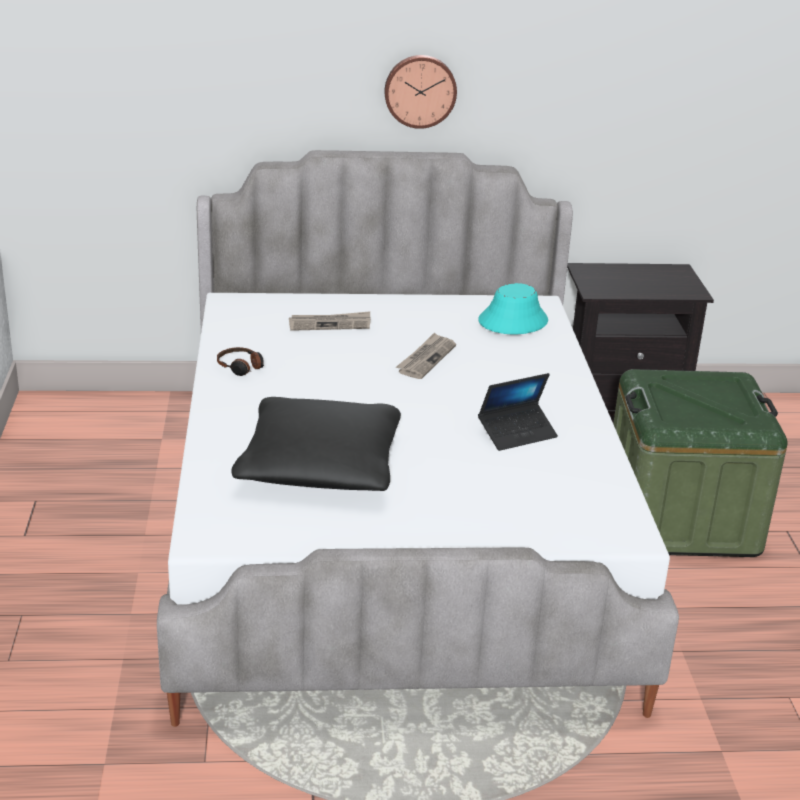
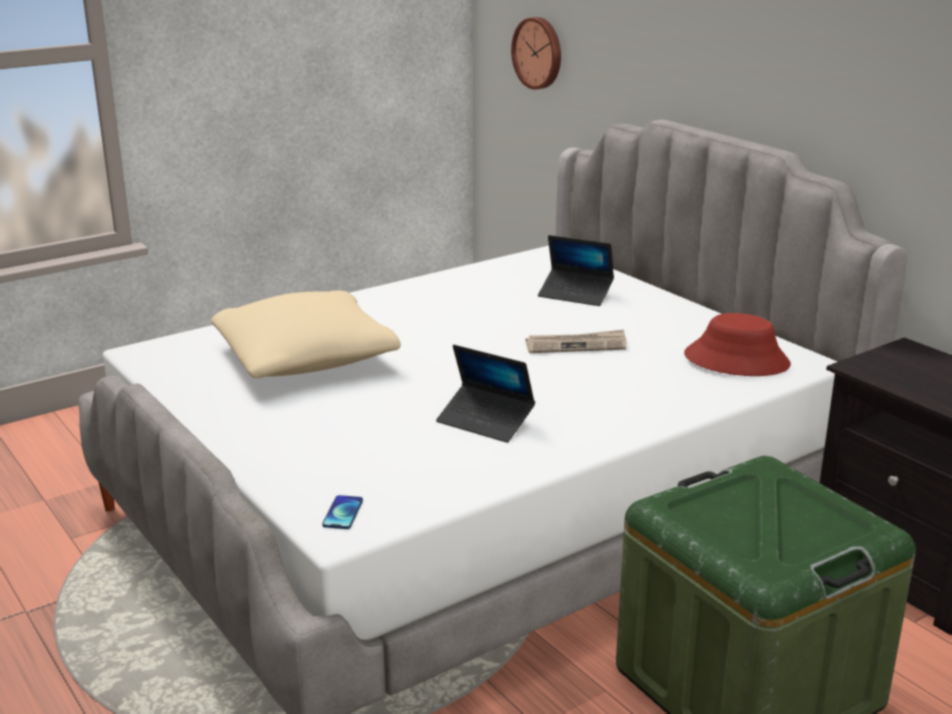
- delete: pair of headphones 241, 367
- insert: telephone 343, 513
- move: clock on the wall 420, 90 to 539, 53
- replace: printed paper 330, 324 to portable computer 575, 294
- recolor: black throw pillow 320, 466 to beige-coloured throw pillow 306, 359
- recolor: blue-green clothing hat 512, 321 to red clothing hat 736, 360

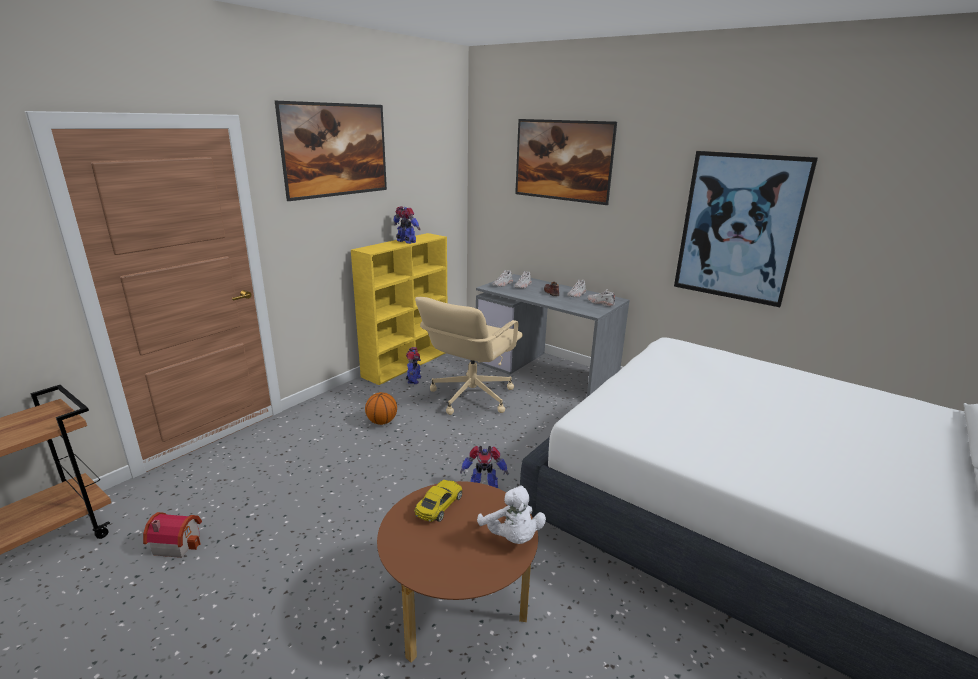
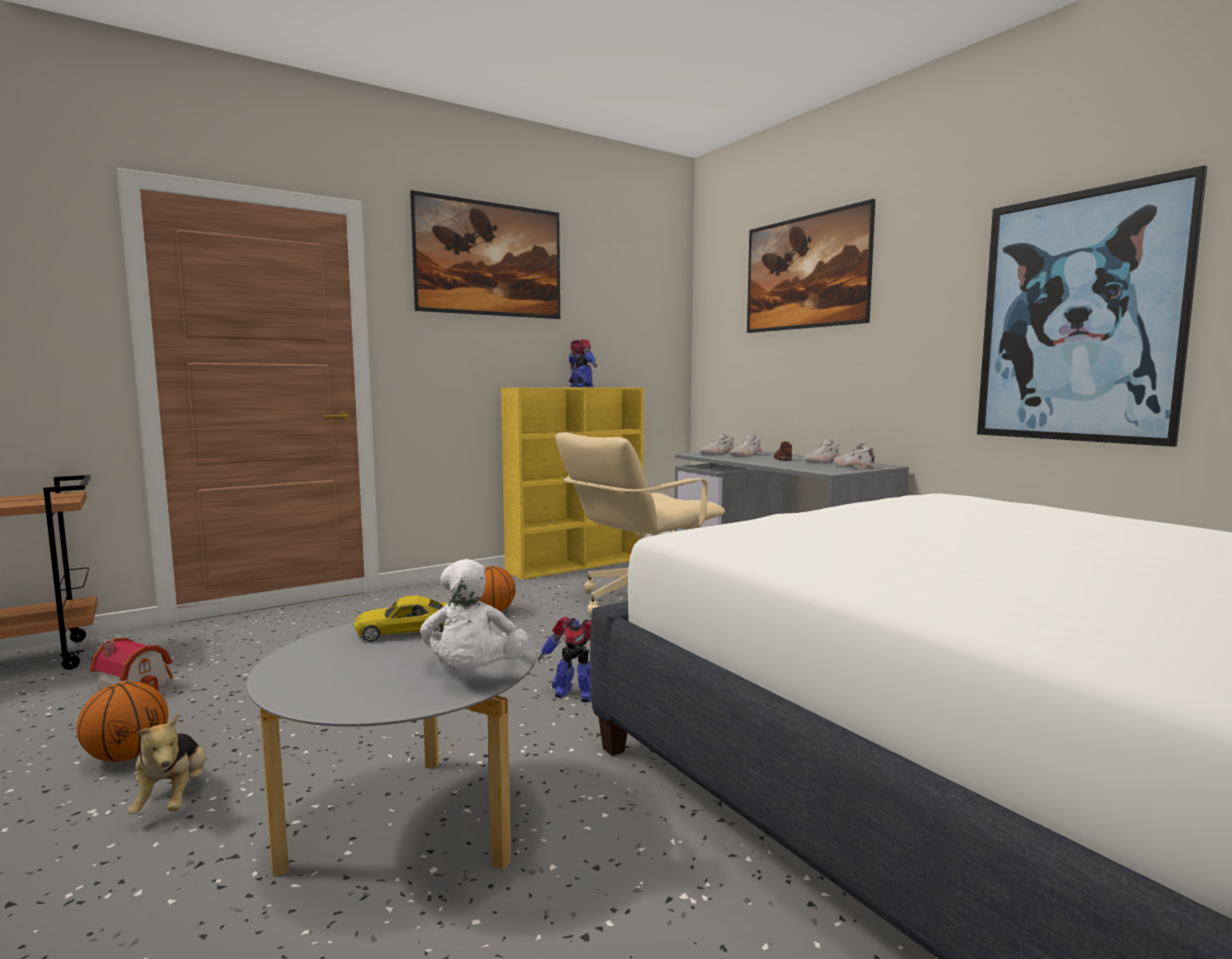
- delete: toy robot 413, 380
- insert: ball for basketball 127, 756
- insert: soft toy 173, 799
- recolor: brownish low table 458, 609 to greyish low table 407, 827
- rotate: yellow toy car 439, 505 = 406, 631 150 degrees counterclockwise

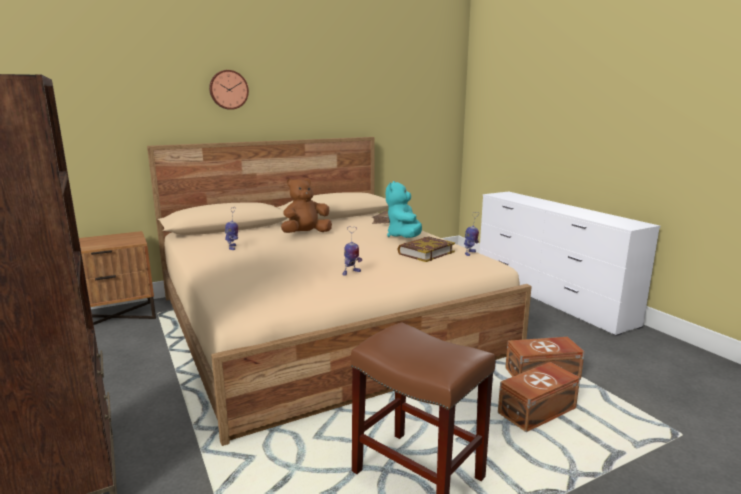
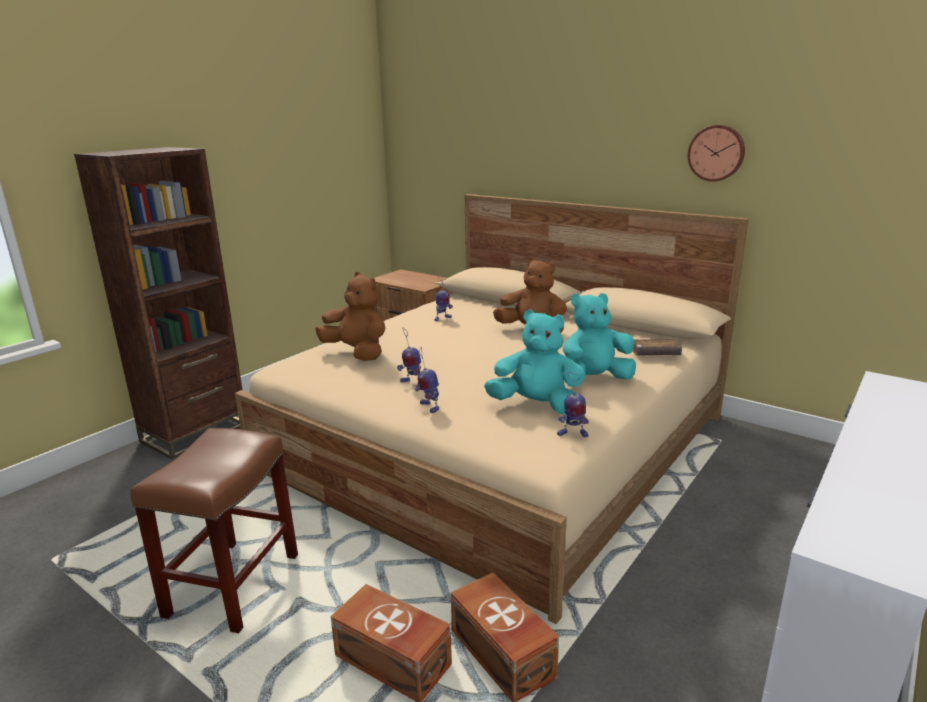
- insert: brownish soft toy 357, 353
- insert: toy robot 428, 407
- move: clock on the wall 228, 89 to 716, 153
- replace: bound book 425, 253 to blue-green soft toy 537, 405

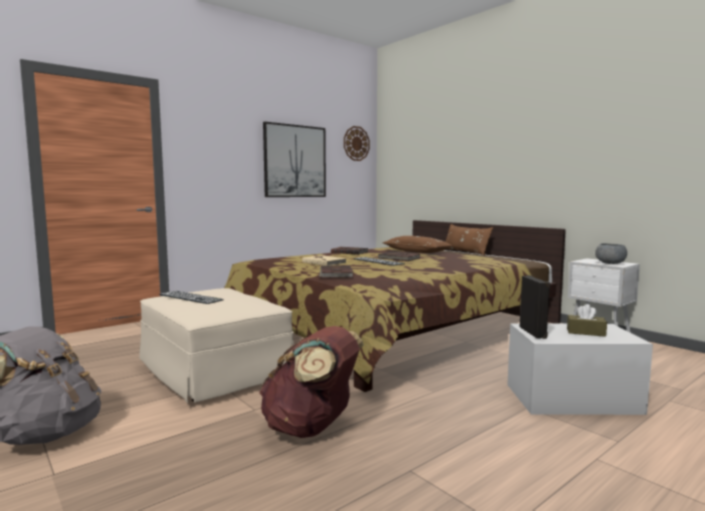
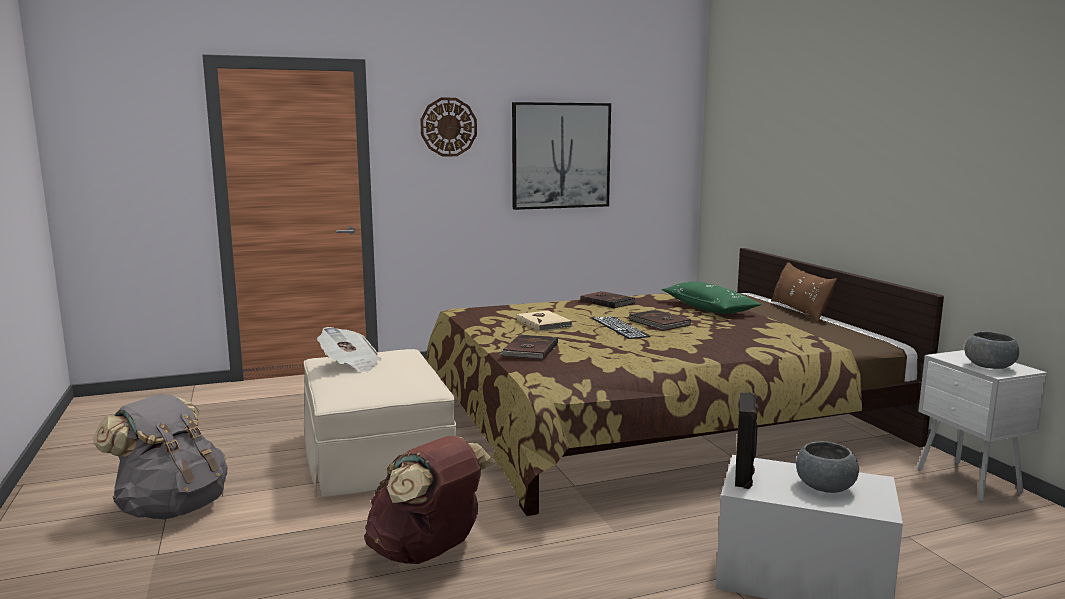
- move: clock on the wall 356, 143 to 448, 127
- replace: computer keyboard 190, 297 to printed paper 350, 365
- replace: brownish tissue holder 586, 332 to greyish deep dish 824, 487
- recolor: brownish throw pillow 416, 251 to green-coloured throw pillow 709, 308

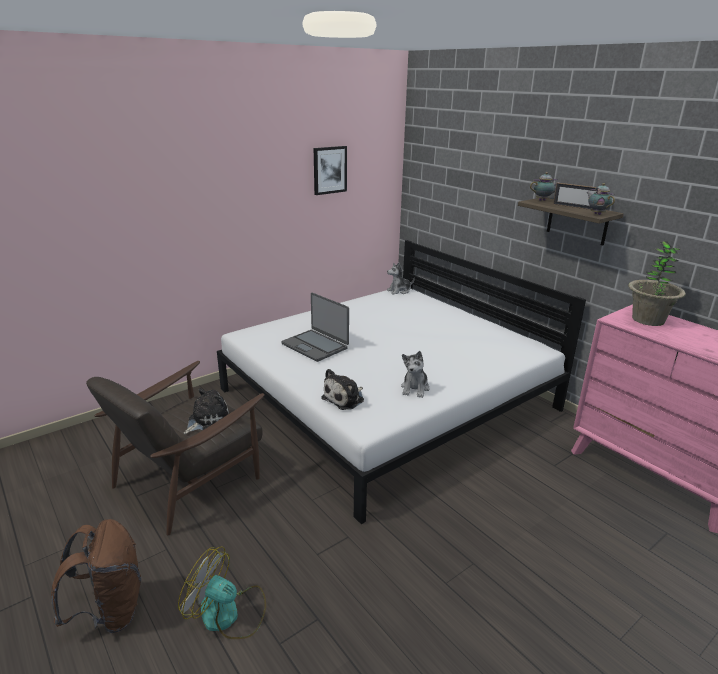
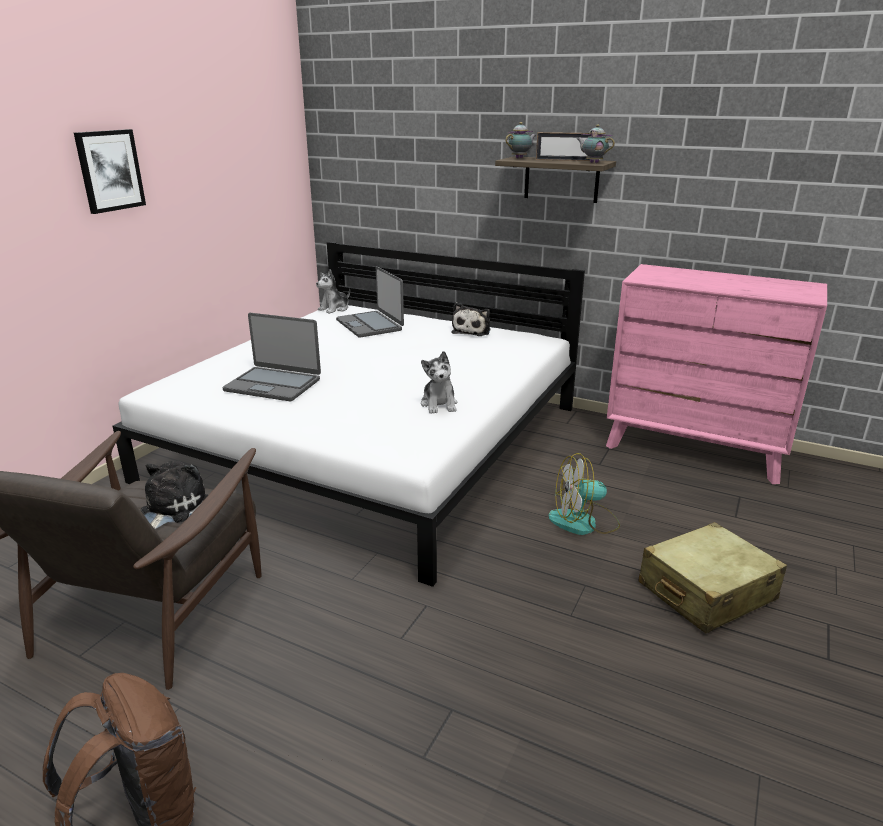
- delete: plant in a pot 648, 320
- insert: portable computer 370, 325
- insert: beige-coloured piece of luggage 706, 592
- move: cooling fan 228, 614 to 584, 522
- move: wall art 329, 170 to 110, 170
- move: soft toy 345, 399 to 472, 331

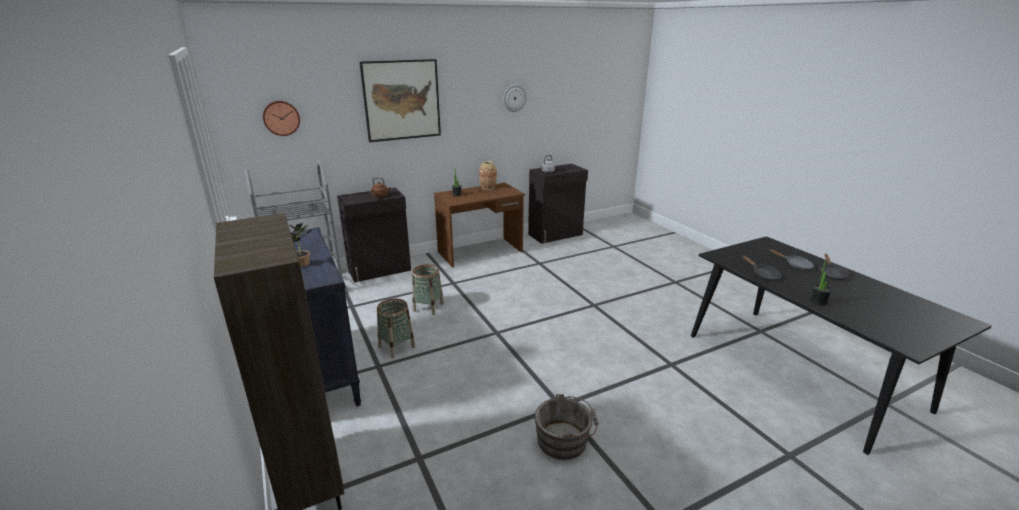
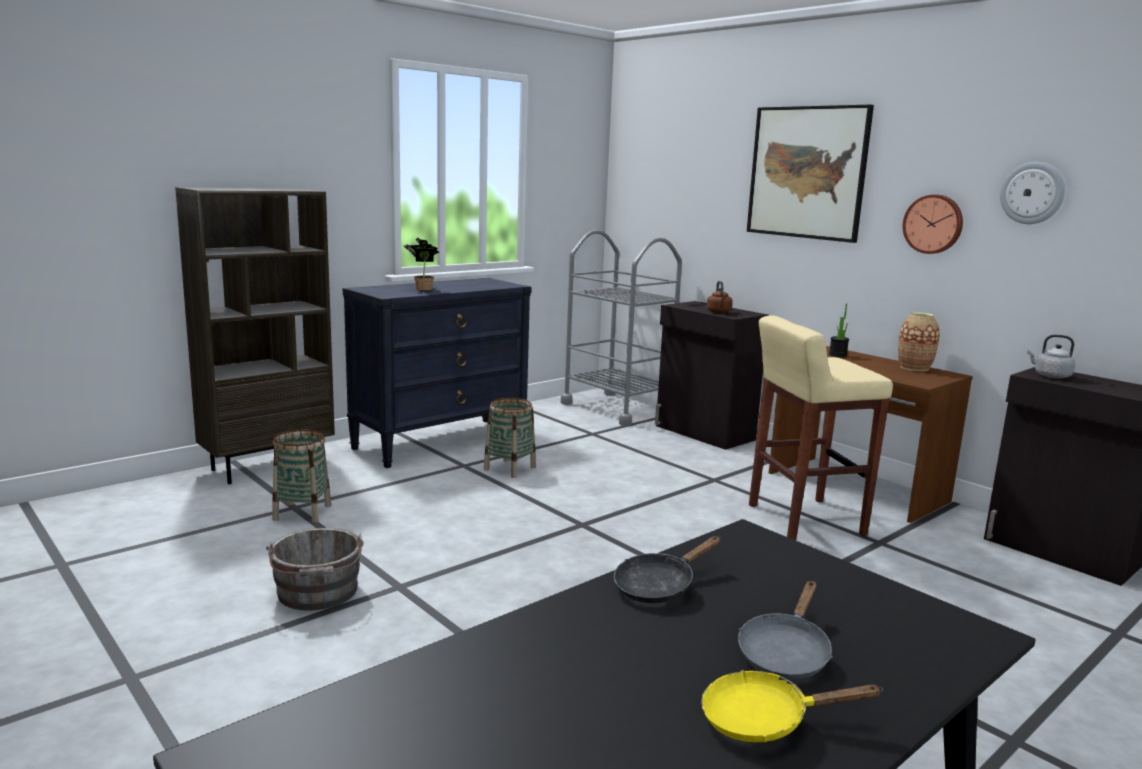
- delete: plant in a pot 818, 302
- insert: beige-coloured stool seat 803, 520
- move: clock on the wall 281, 118 to 933, 224
- move: household basket 428, 307 to 302, 512
- recolor: black skillet 831, 274 to yellow skillet 764, 720

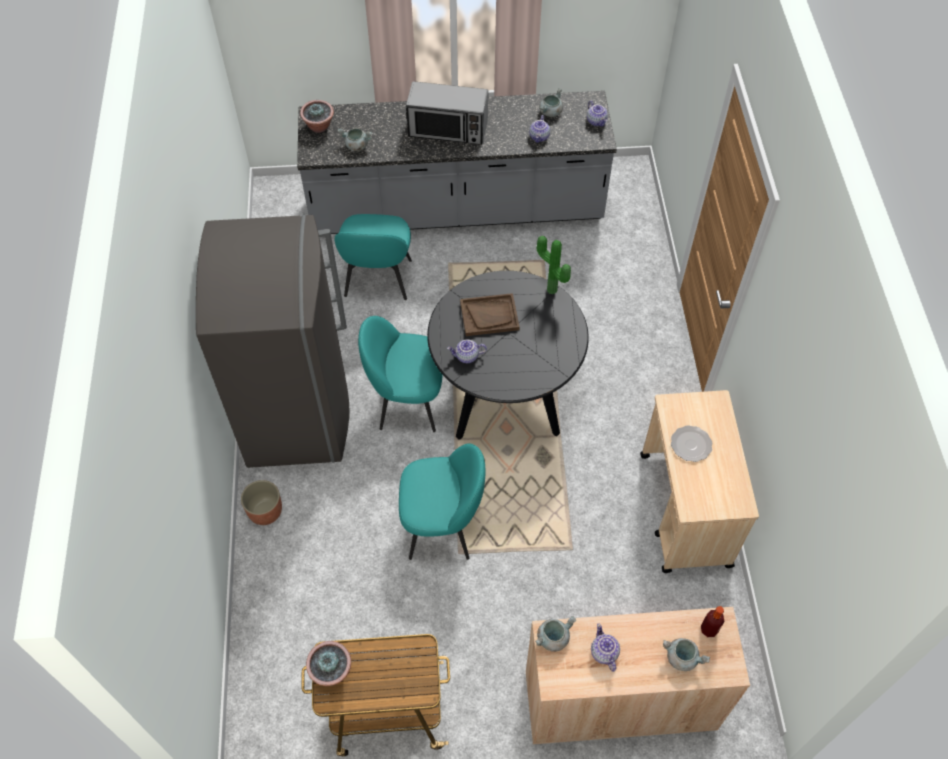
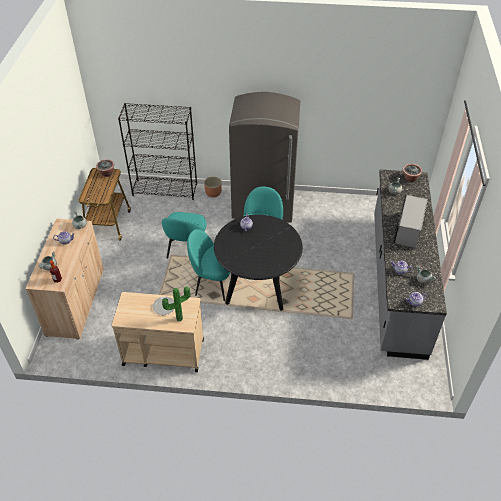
- delete: brownish tray 489, 316
- insert: black bookshelf 165, 190
- move: blue-green plain chair 377, 280 to 213, 284
- move: plant in a pot 550, 291 to 179, 317

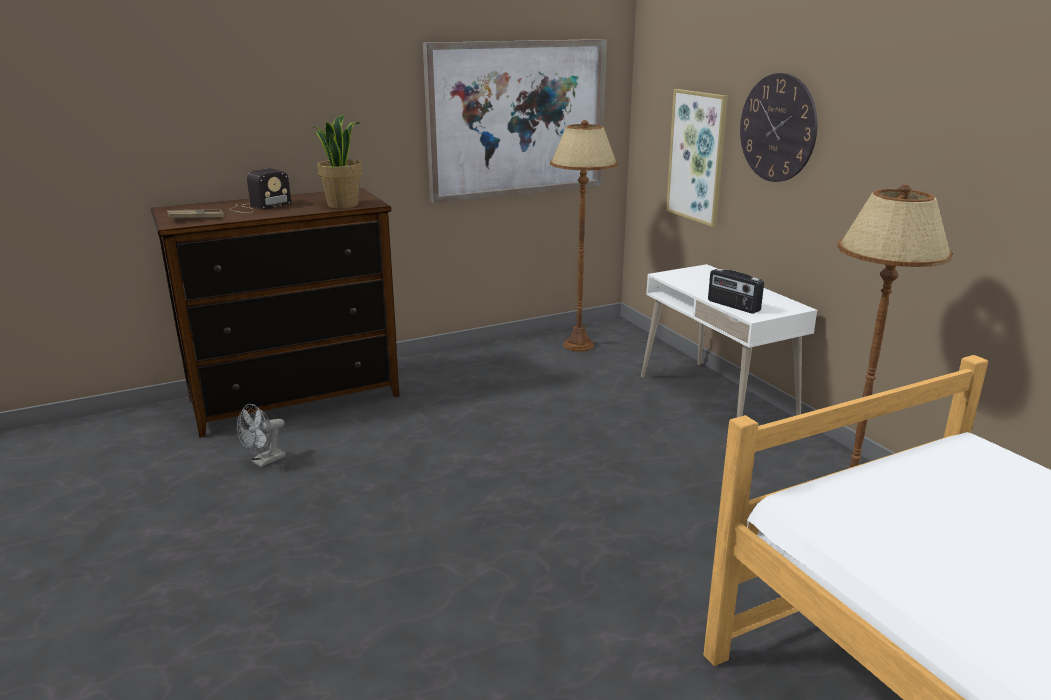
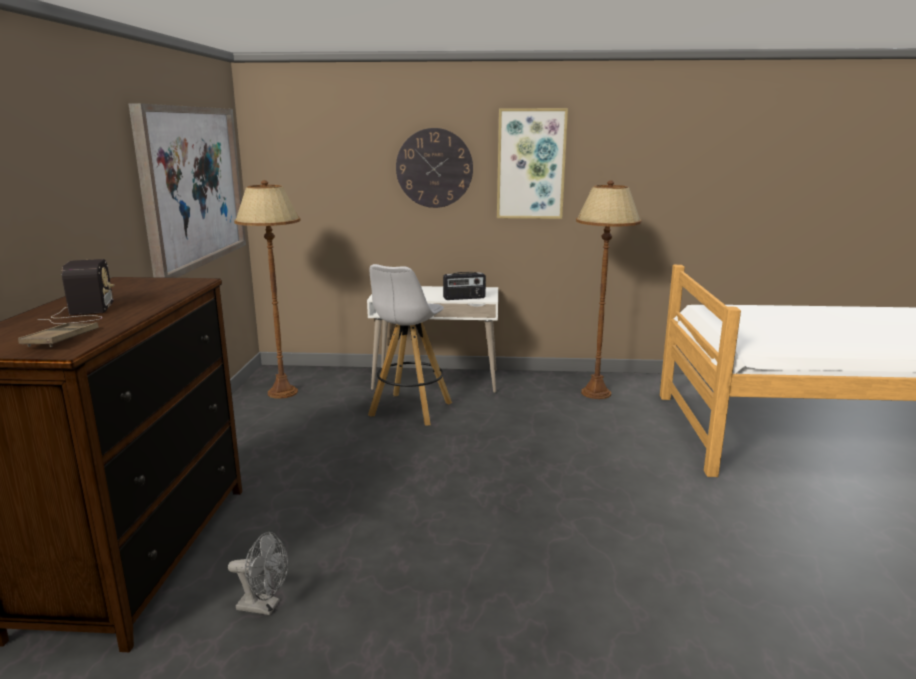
- delete: plant in a pot 342, 205
- insert: white-coloured stool seat 410, 410
- move: wall art 697, 157 to 531, 164
- rotate: greyish cooling fan 264, 461 = 264, 606 60 degrees counterclockwise

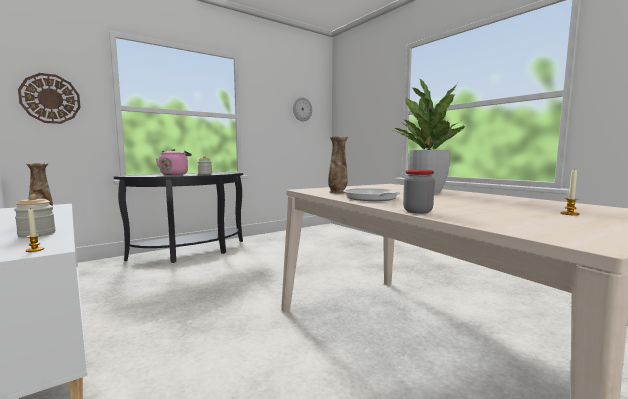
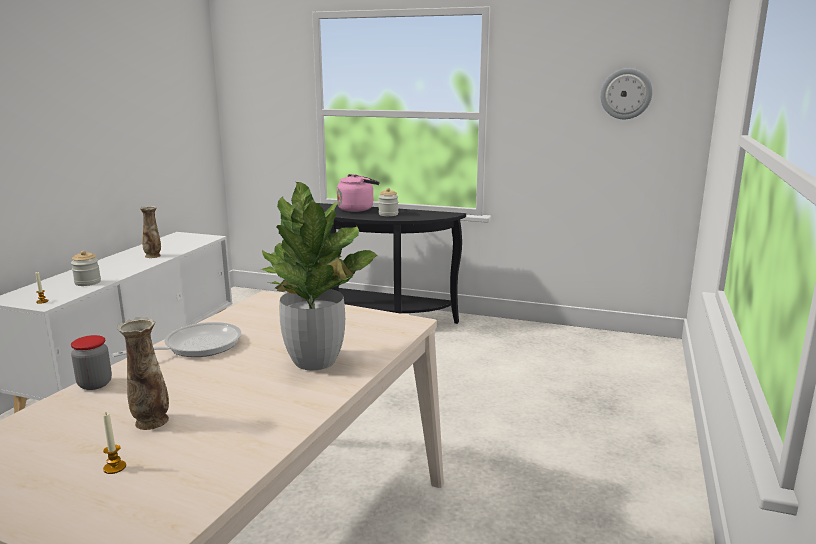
- delete: clock on the wall 50, 99
- move: decorative vase 337, 193 to 151, 422

